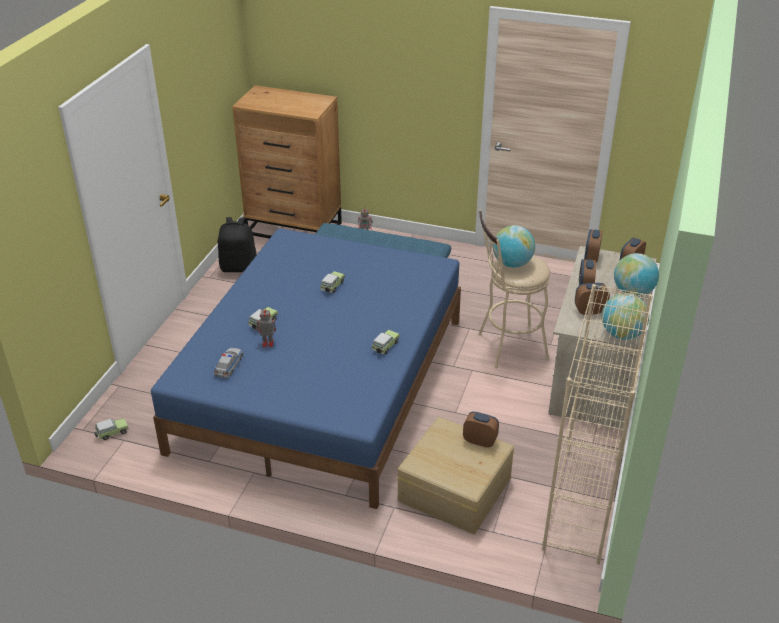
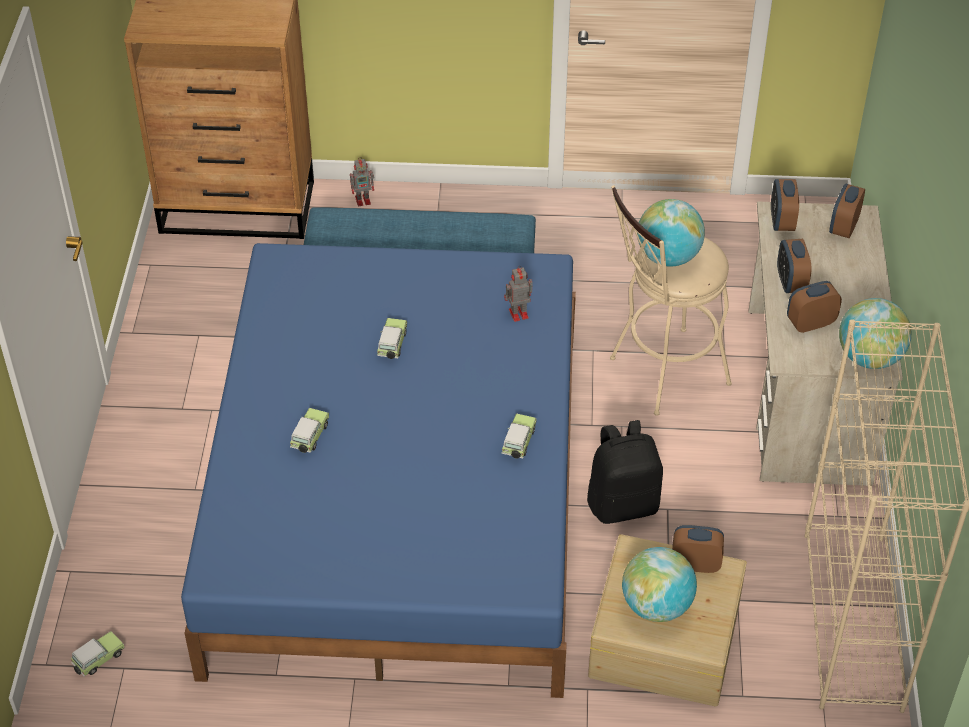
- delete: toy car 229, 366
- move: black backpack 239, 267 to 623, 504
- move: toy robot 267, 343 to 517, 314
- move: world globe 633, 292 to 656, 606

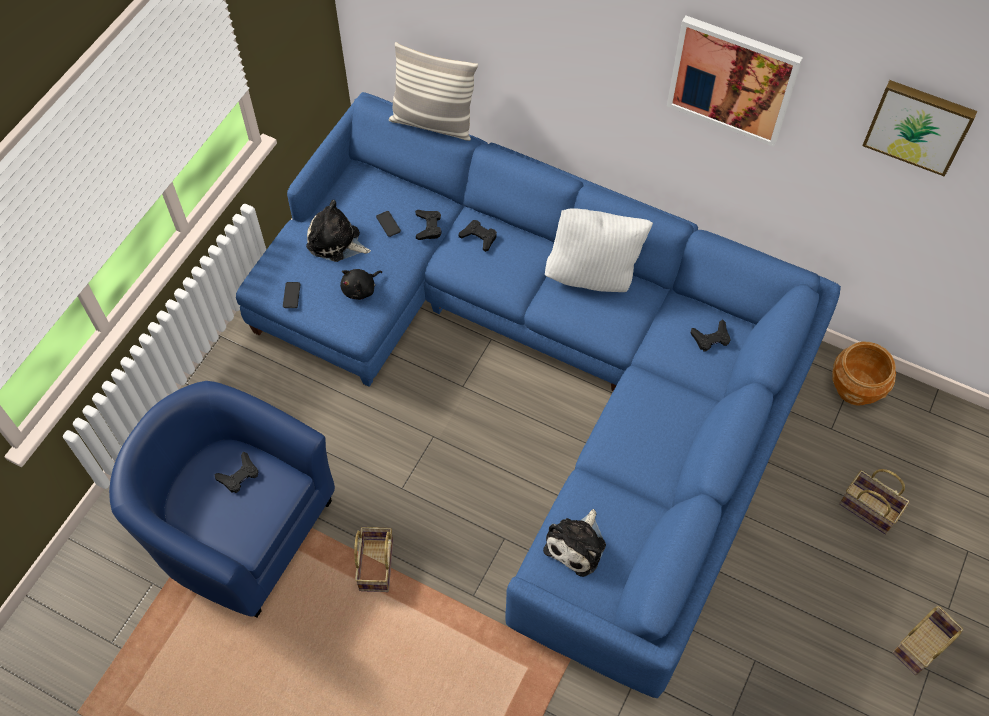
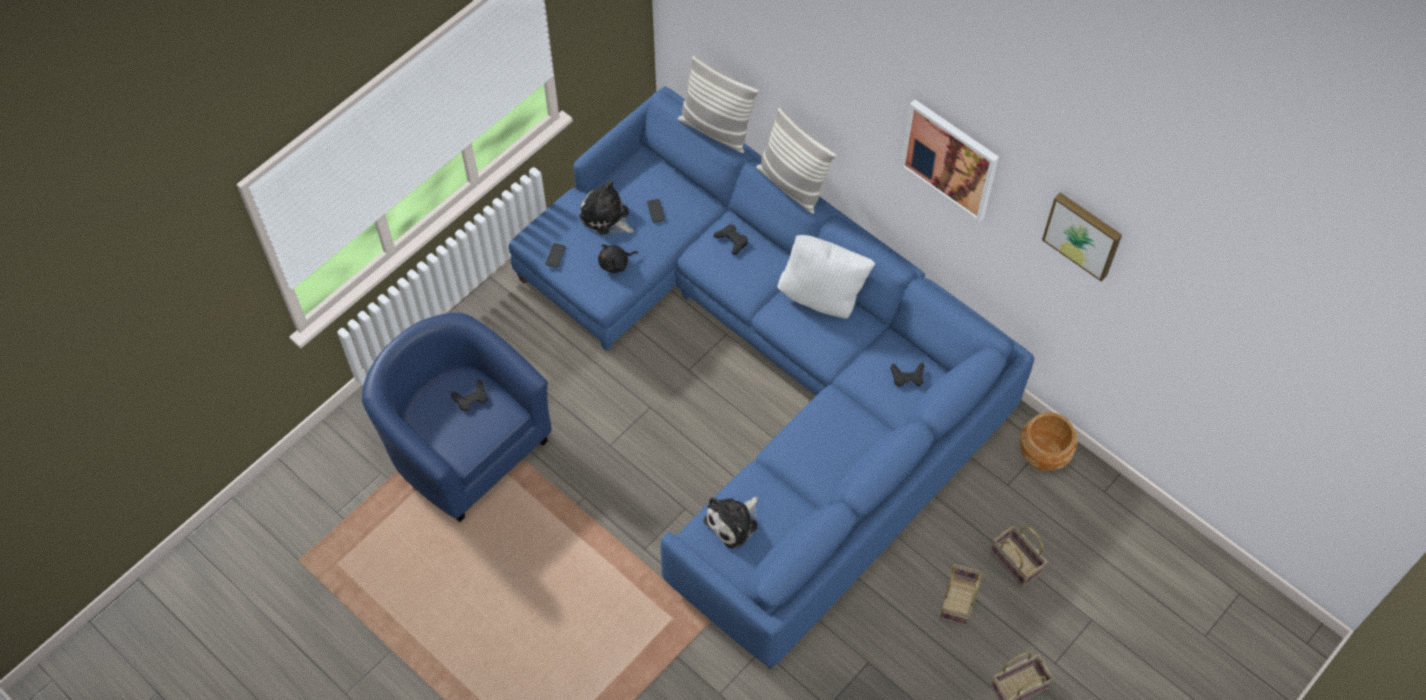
- delete: black game controller 428, 227
- insert: throw pillow 791, 185
- move: household basket 377, 567 to 958, 602

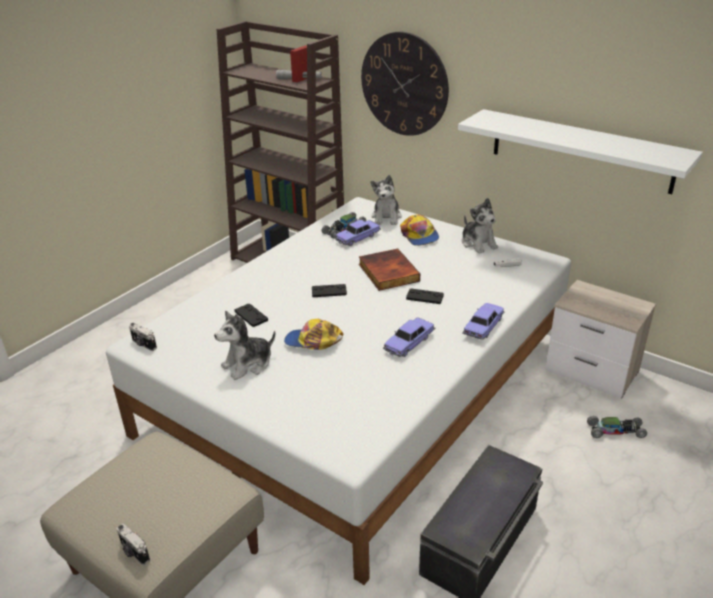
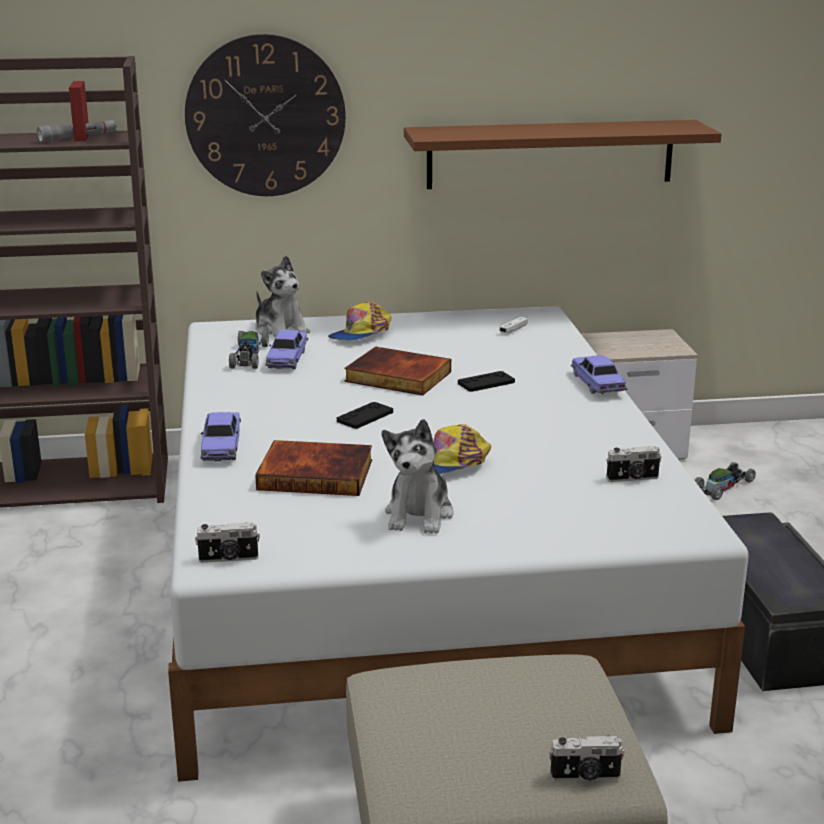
- delete: soft toy 478, 243
- insert: still camera 633, 478
- move: toy car 409, 343 to 221, 447
- replace: black game controller 251, 316 to bound book 316, 473
- recolor: white-coloured bracket shelf 580, 150 to brownish bracket shelf 550, 154
- rotate: peaked cap 419, 236 = 361, 334 105 degrees clockwise

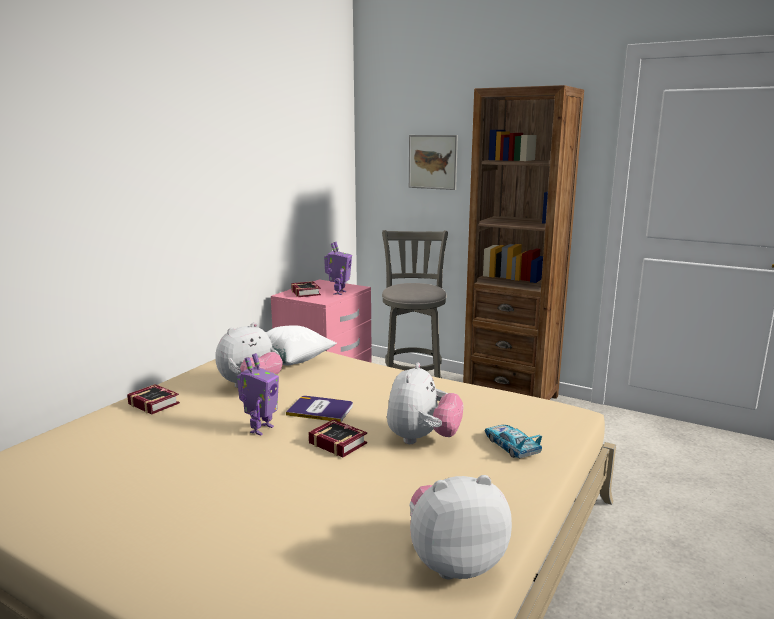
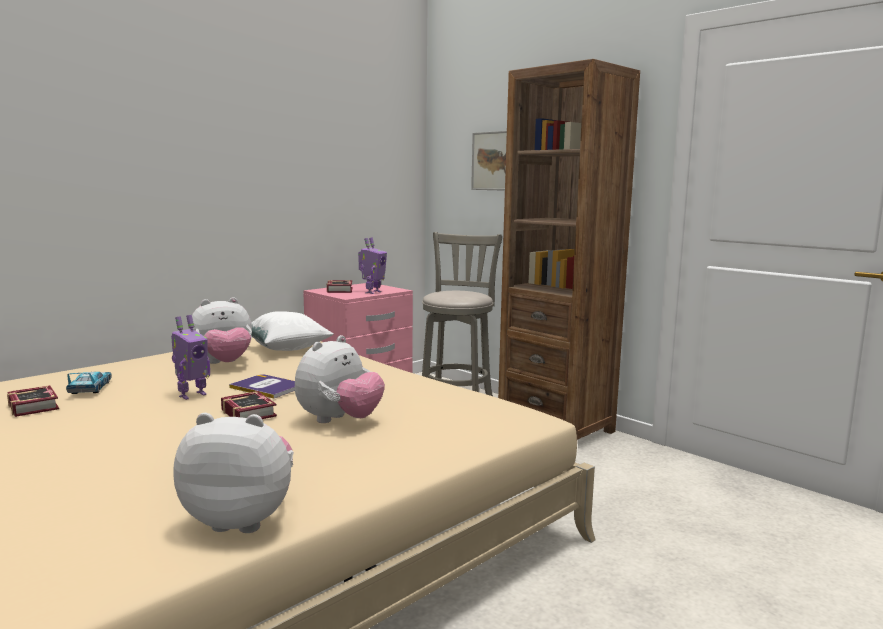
- move: bound book 153, 403 to 35, 405
- move: toy car 511, 446 to 91, 388

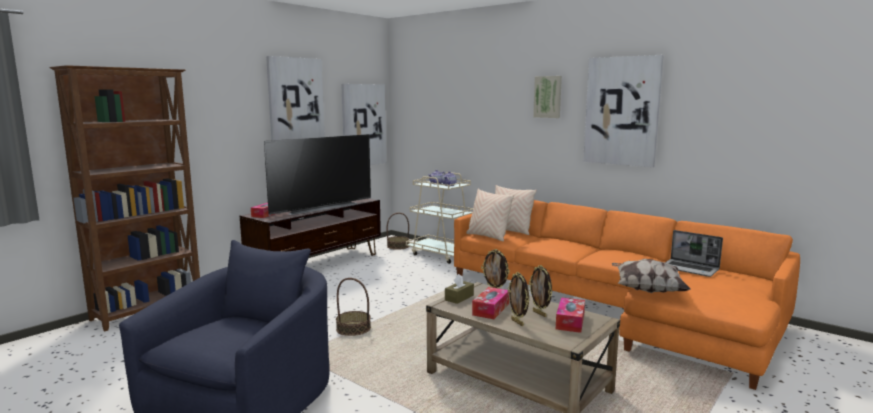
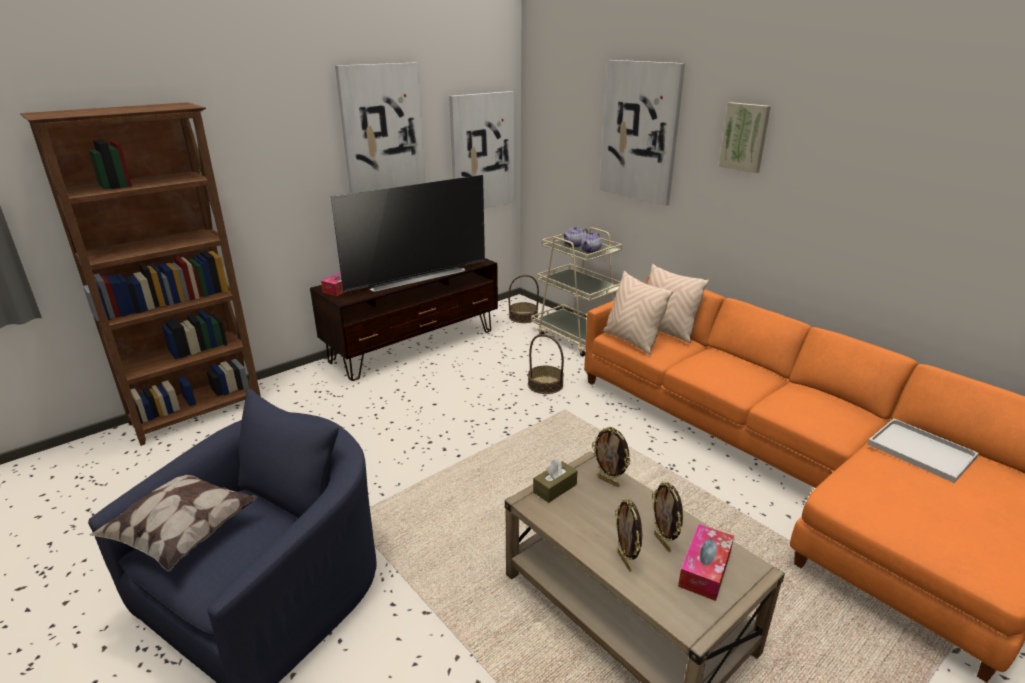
- delete: tissue holder 491, 309
- move: household basket 353, 328 to 545, 384
- move: wall art 622, 111 to 640, 132
- move: throw pillow 647, 290 to 184, 533
- replace: portable computer 690, 269 to white-coloured tray 923, 451

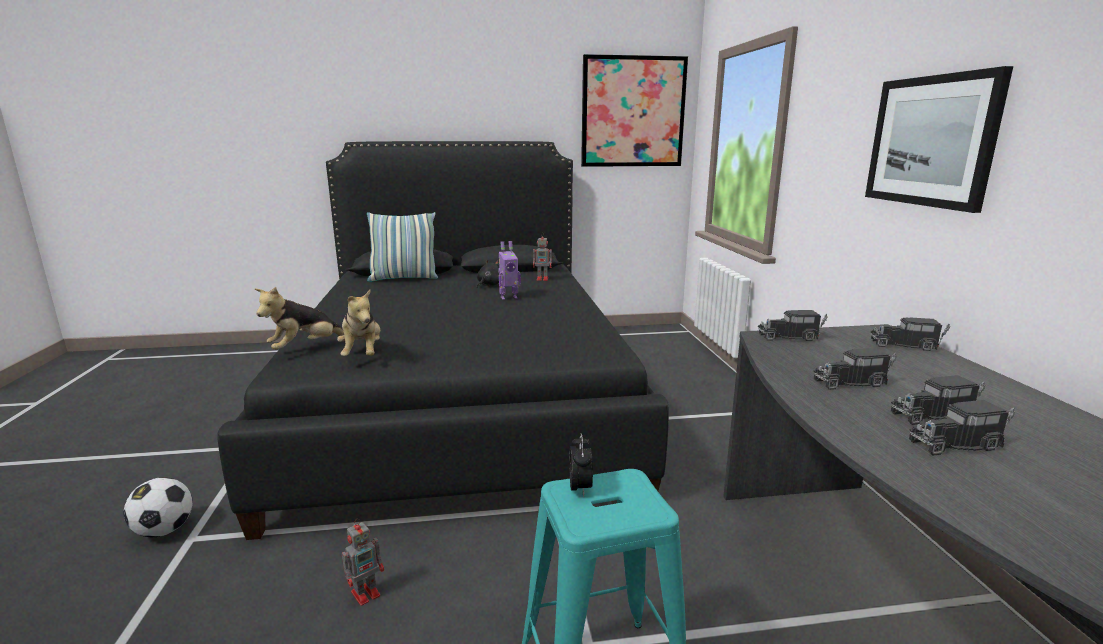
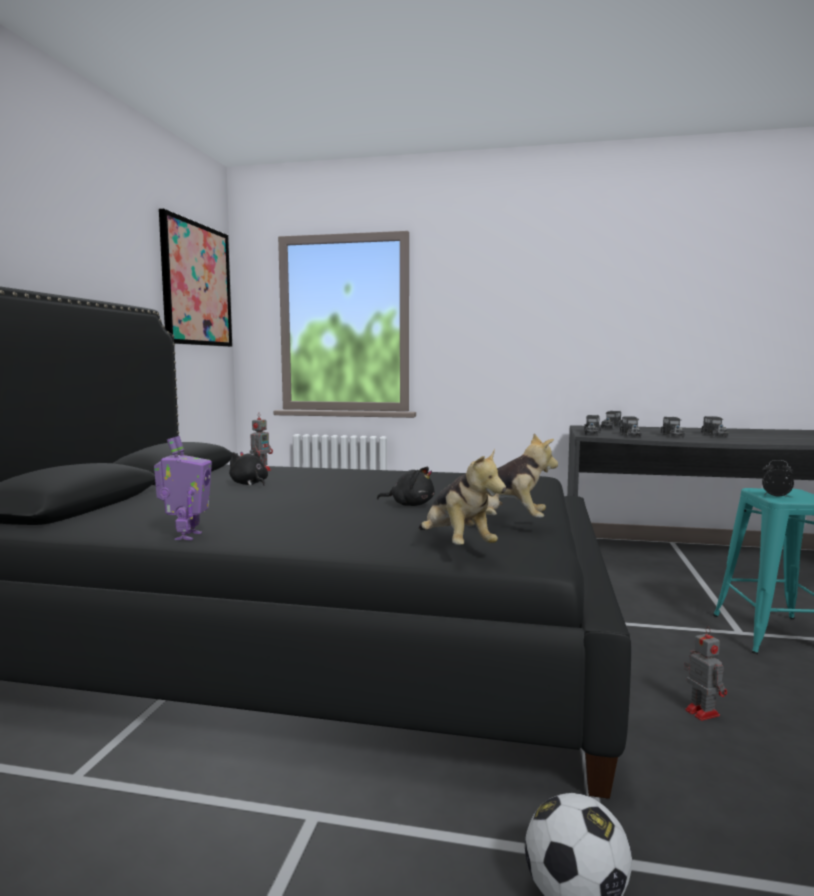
- delete: throw pillow 404, 278
- delete: wall art 931, 141
- insert: black soft toy 410, 505
- move: toy robot 508, 297 to 186, 536
- move: toy lorry 957, 444 to 630, 435

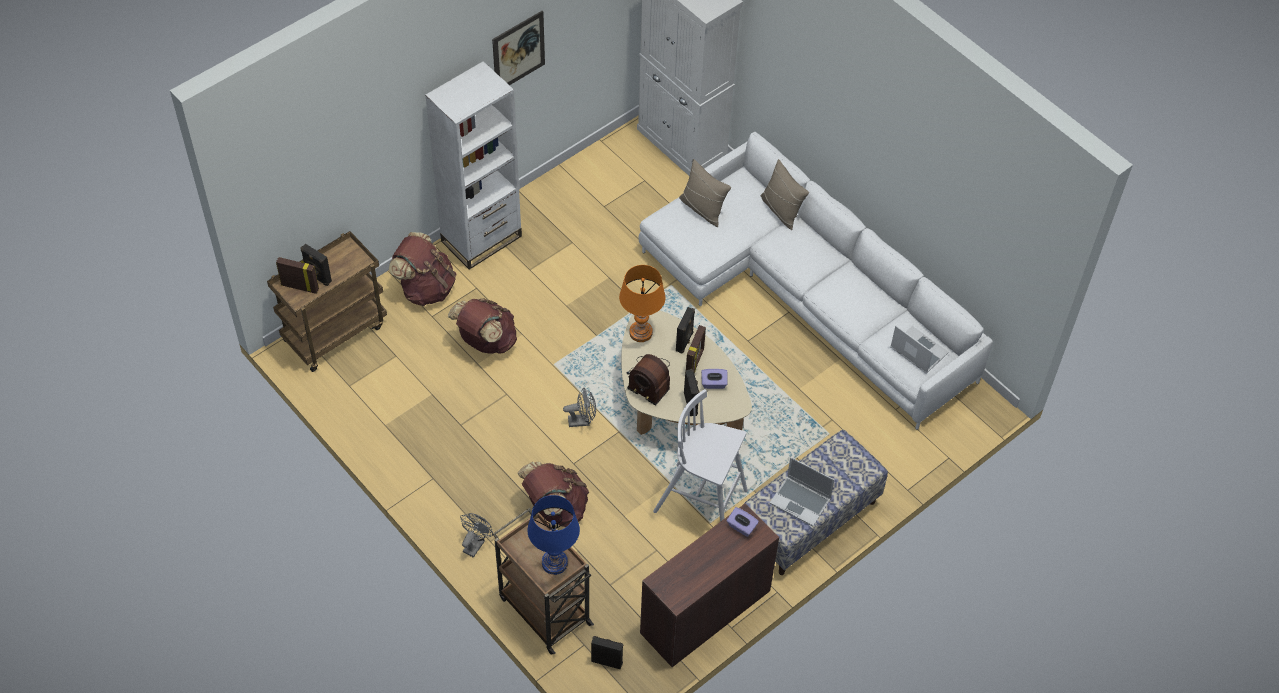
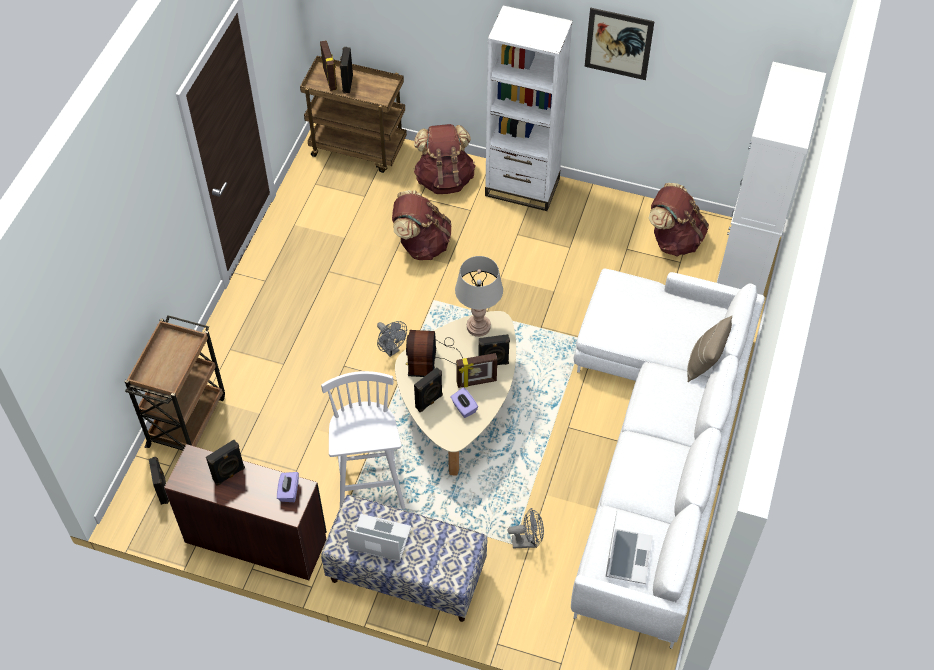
- delete: blue-coloured lamp for a table 554, 563
- delete: beige-coloured throw pillow 703, 209
- insert: black loudspeaker 229, 474
- move: greyish cooling fan 475, 543 to 527, 541
- move: brownish backpack 555, 508 to 674, 239
- recolor: orange-coloured lamp for a table 641, 333 to greyish lamp for a table 478, 327
- rotate: portable computer 801, 501 = 379, 539 105 degrees clockwise

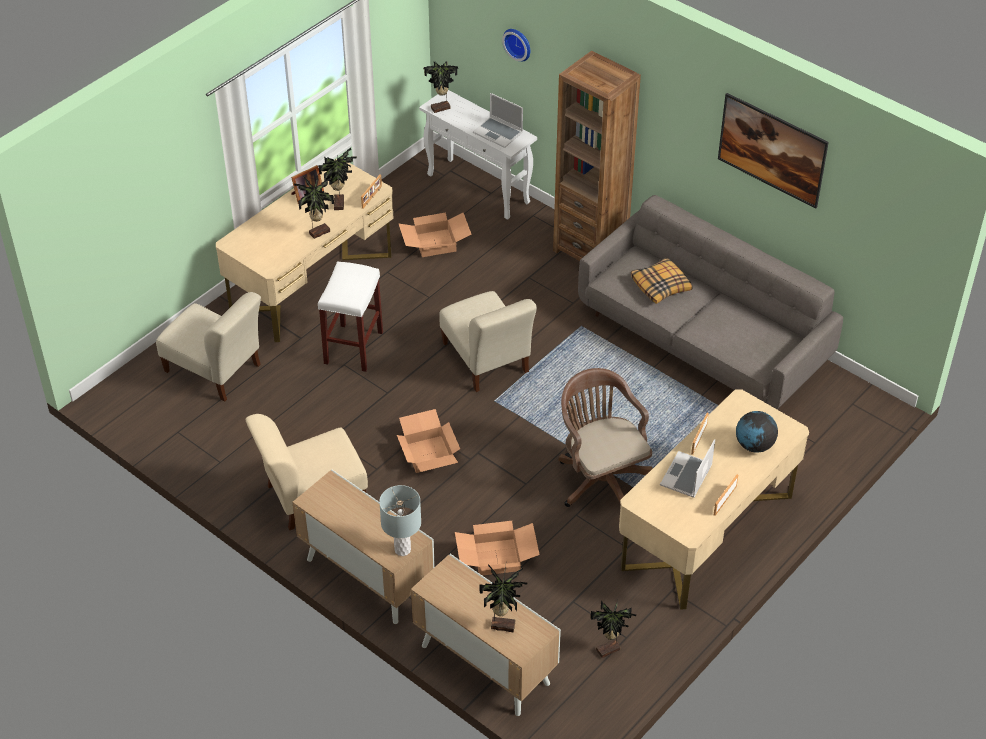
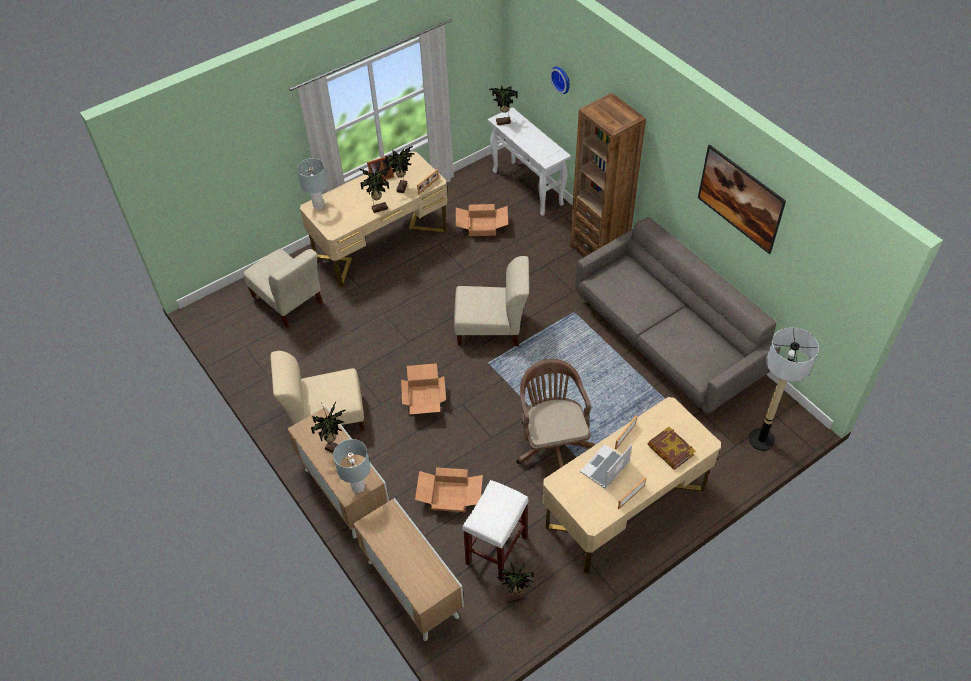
- delete: portable computer 498, 133
- delete: throw pillow 661, 286
- insert: greyish lamp for a table 318, 205
- insert: standard lamp 761, 440
- move: white-coloured stool seat 354, 348 to 496, 551
- move: plant in a pot 502, 624 to 335, 448
- replace: world globe 754, 445 to bound book 670, 450
- rotate: beige-coloured plain chair 486, 361 = 492, 328 75 degrees counterclockwise

